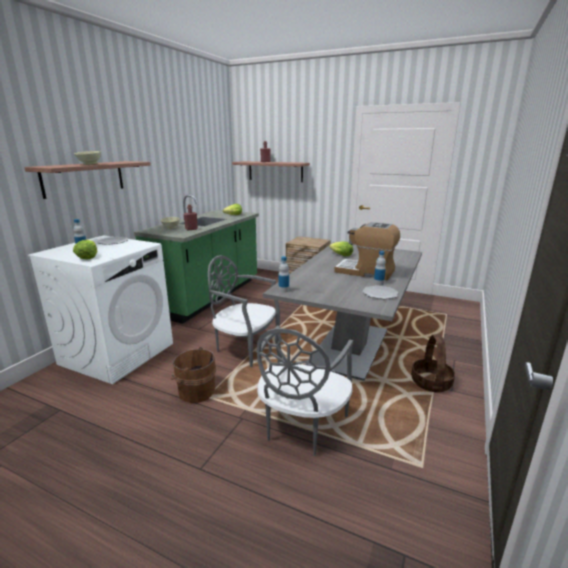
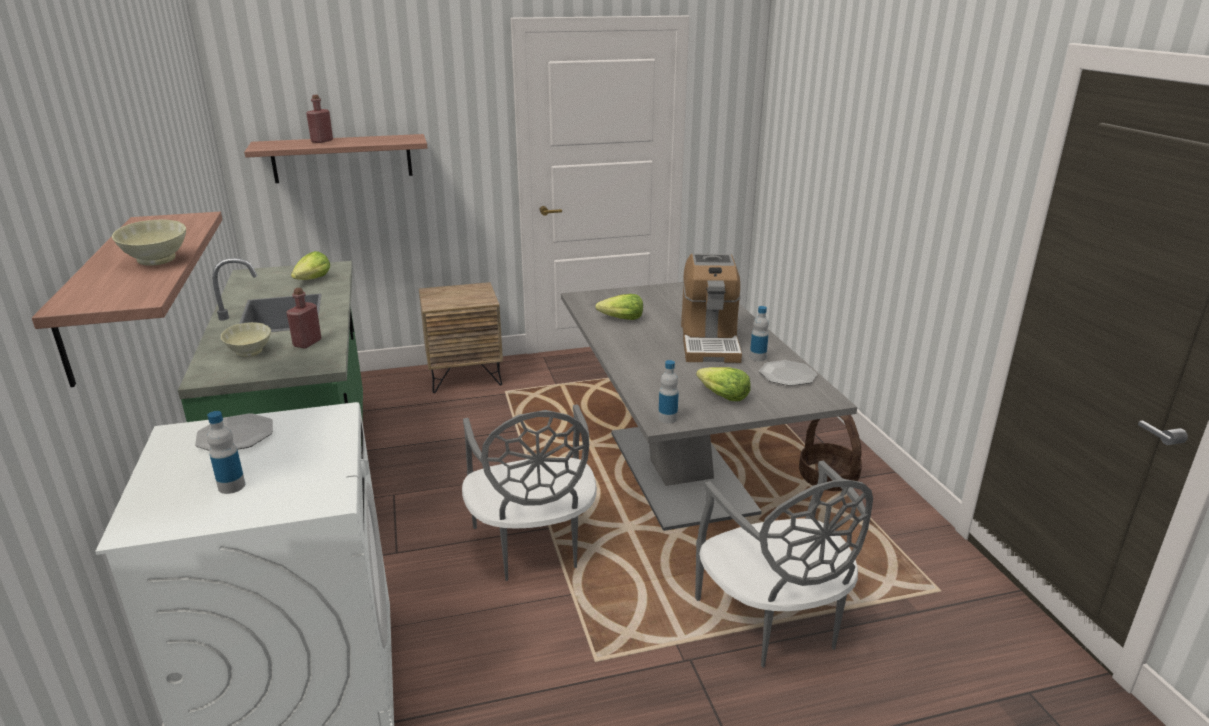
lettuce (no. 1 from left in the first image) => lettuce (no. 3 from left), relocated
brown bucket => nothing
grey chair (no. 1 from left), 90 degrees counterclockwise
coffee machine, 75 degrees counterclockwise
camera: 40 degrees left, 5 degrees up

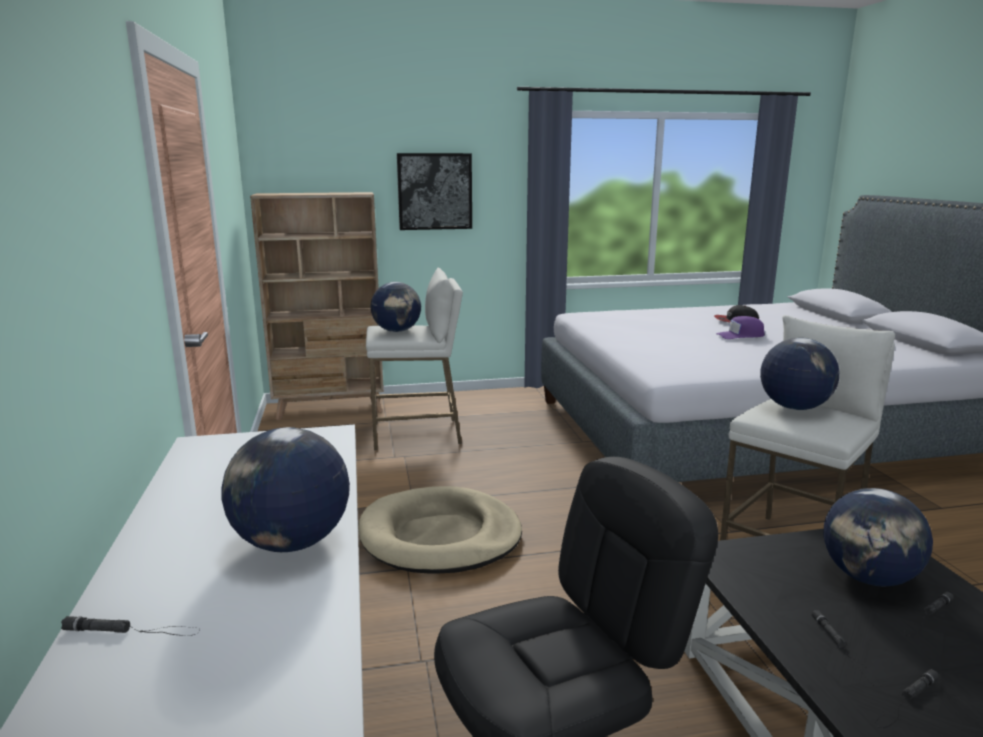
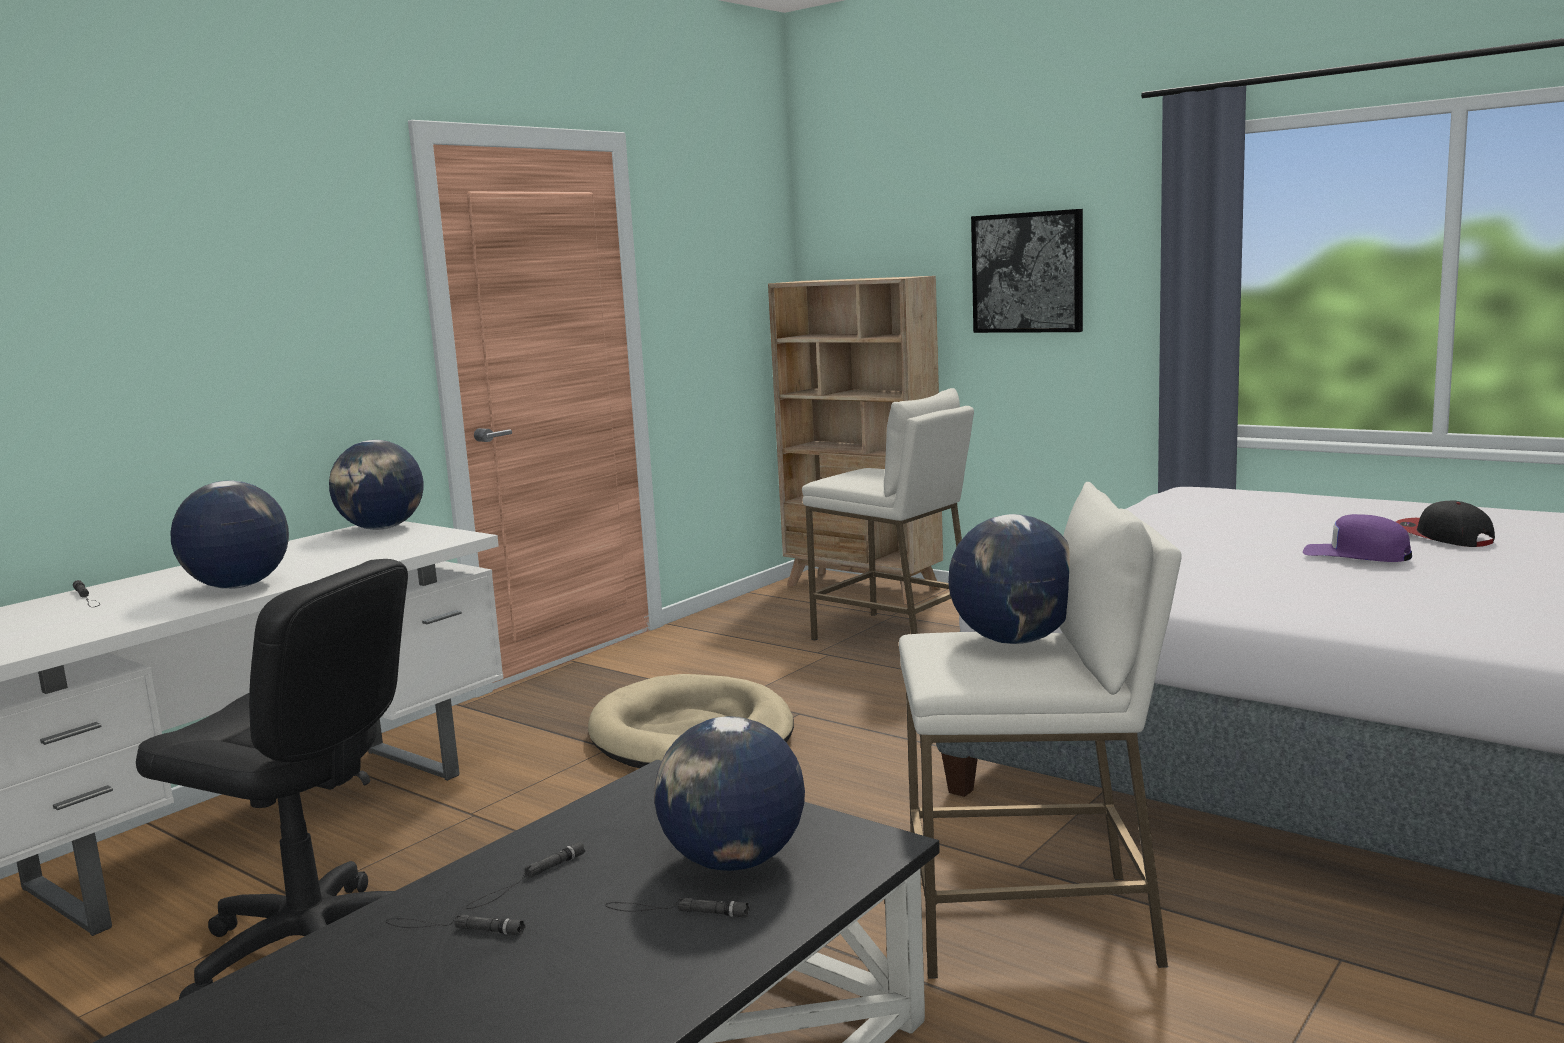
globe (no. 2 from left), relocated
camera: 50 degrees right, 5 degrees down

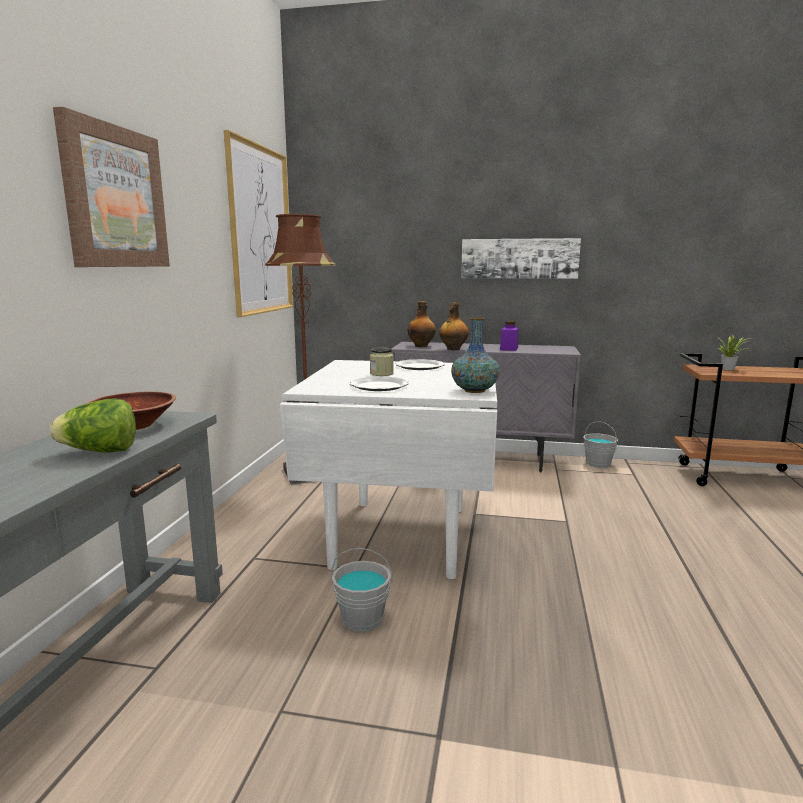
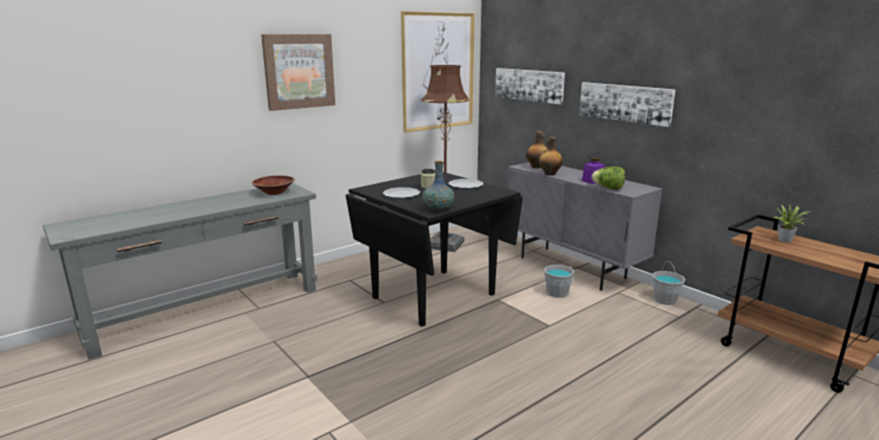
lettuce, relocated
white dining table => black dining table
grey bucket (no. 1 from left), relocated
nothing => picture (no. 3 from left)
camera: 40 degrees right, 5 degrees up

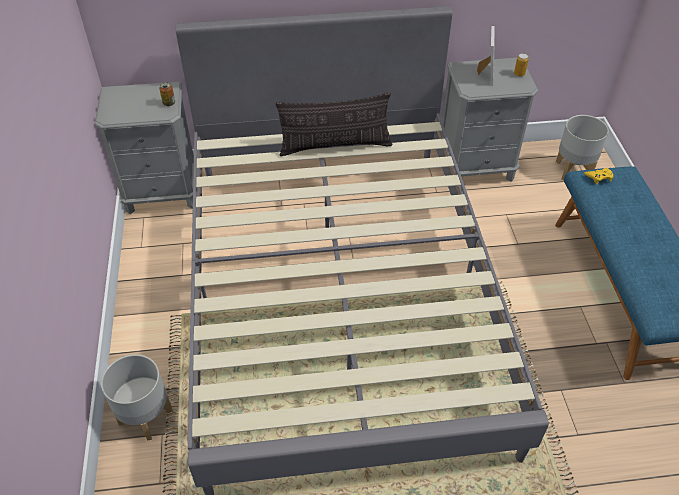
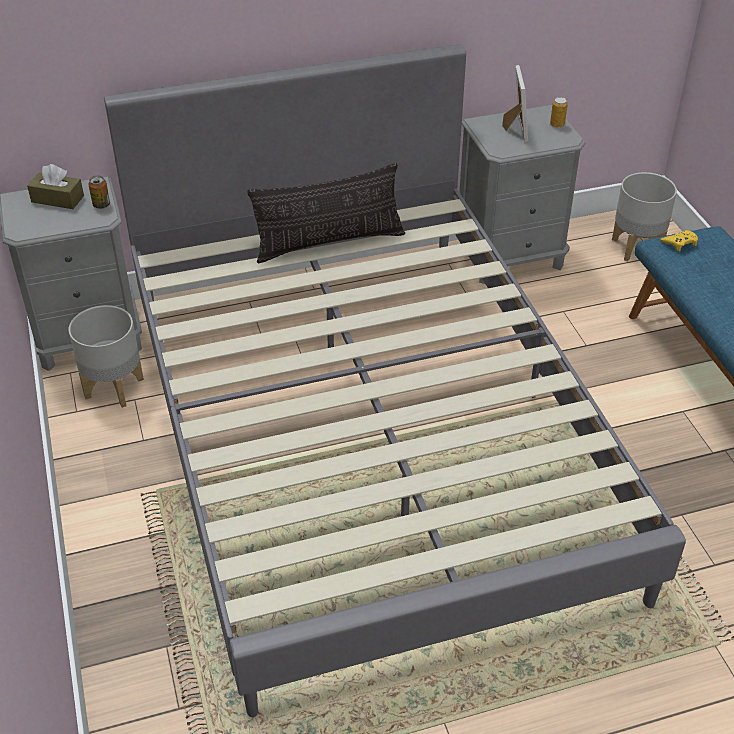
grey planter (no. 1 from left), relocated
nothing => brown tissue box
camera: 10 degrees left, 5 degrees down

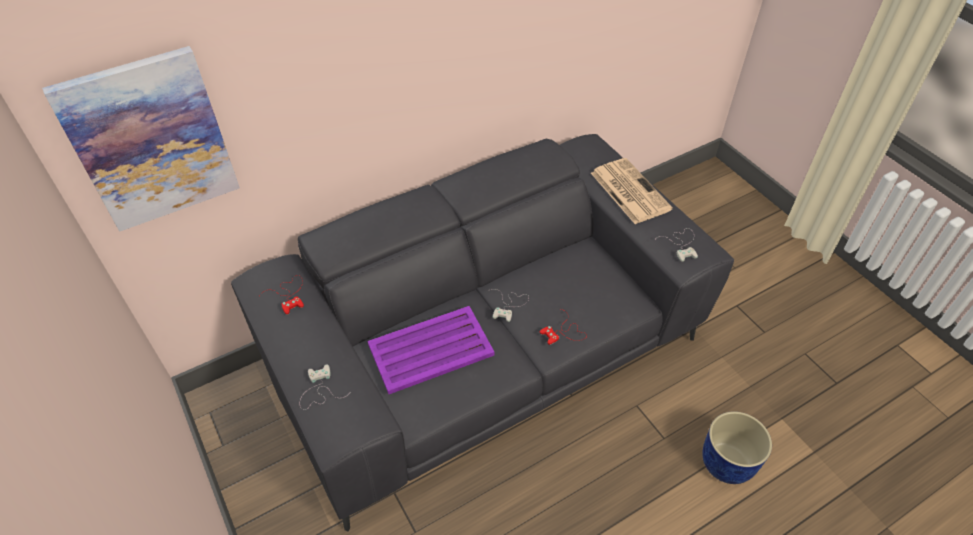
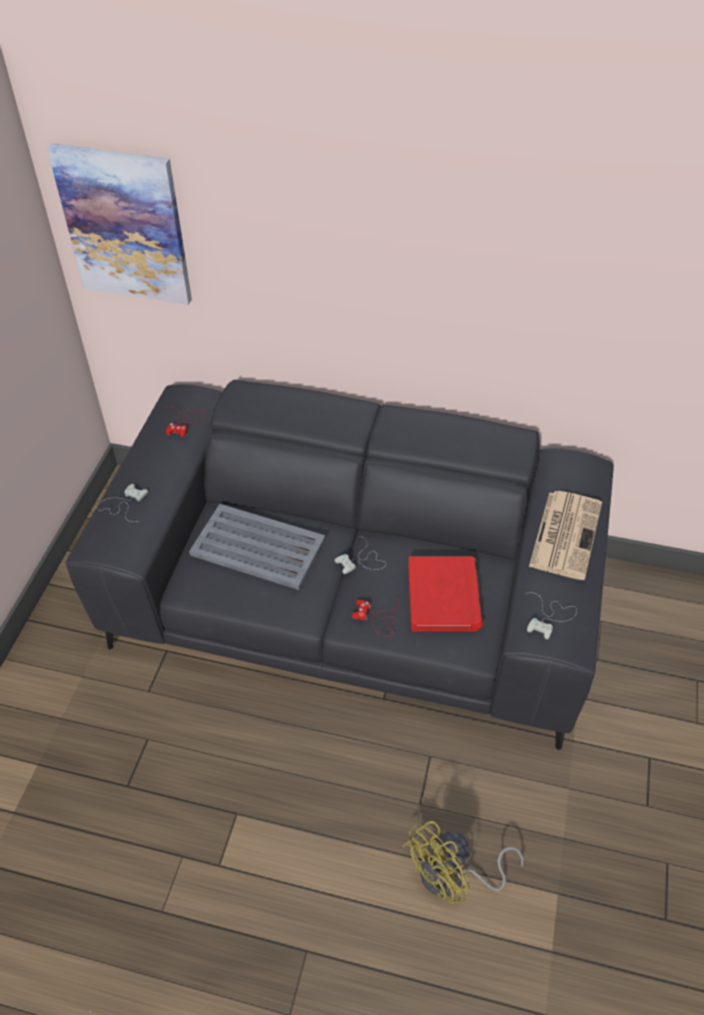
purple tray => grey tray
blue planter => yellow fan
nothing => red book
camera: 45 degrees right, 0 degrees up

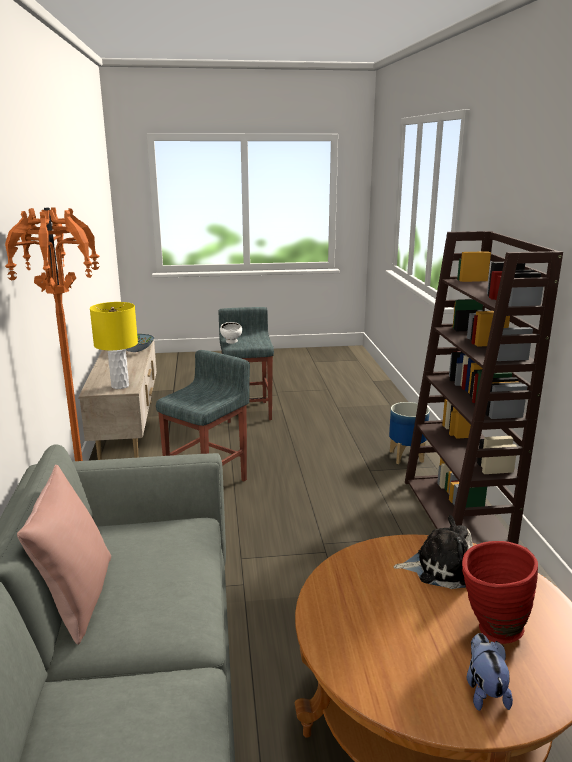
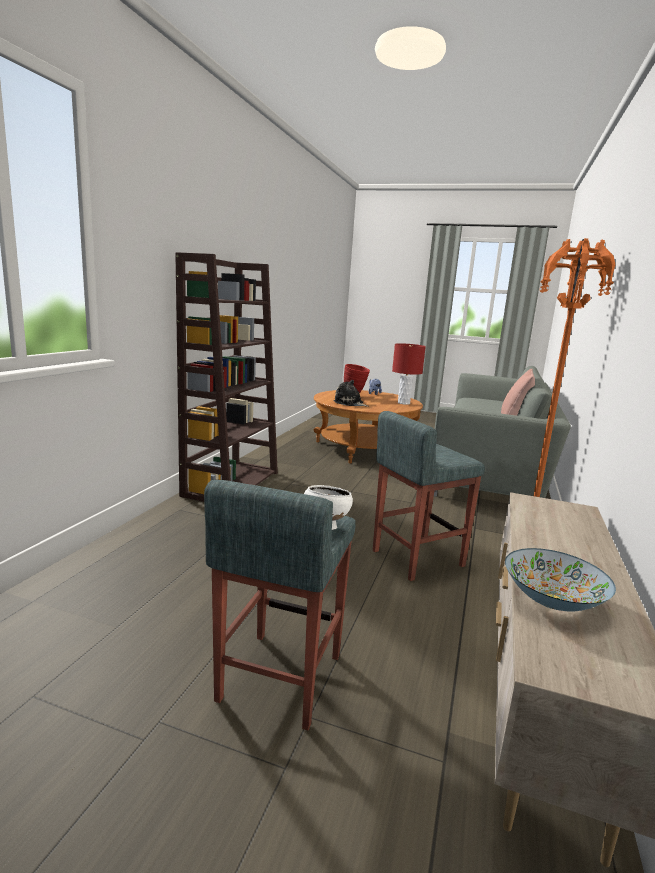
yellow table lamp => nothing
planter => nothing
nothing => red table lamp
camera: 155 degrees left, 5 degrees down

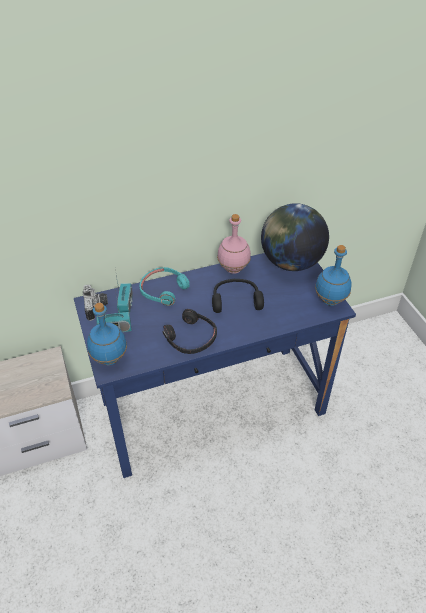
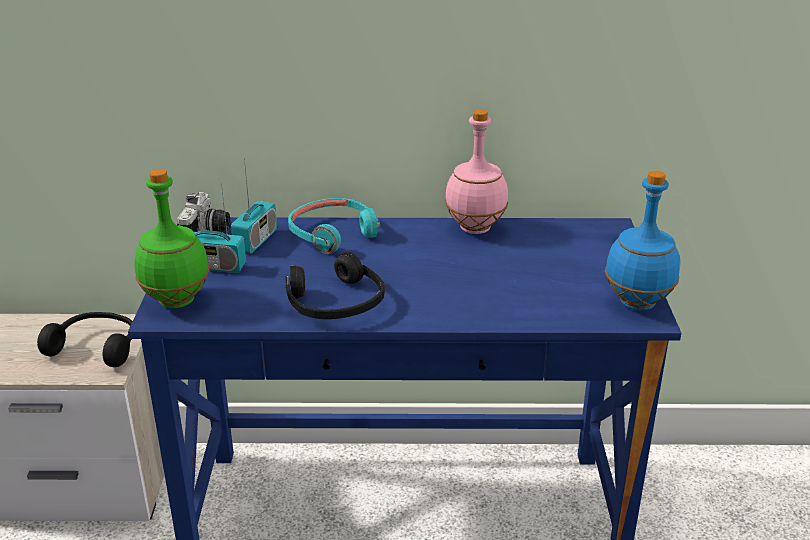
blue bottle (no. 1 from left) => green bottle
black headphones (no. 2 from left in the first image) => black headphones (no. 1 from left), relocated
globe => nothing
camera: 20 degrees right, 15 degrees down

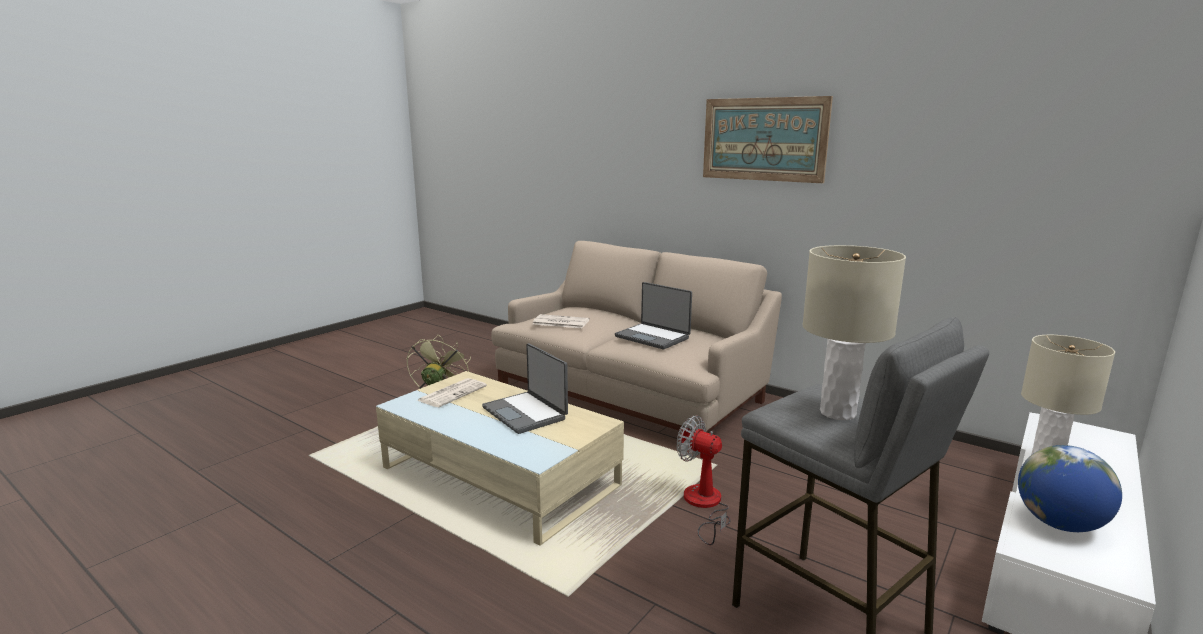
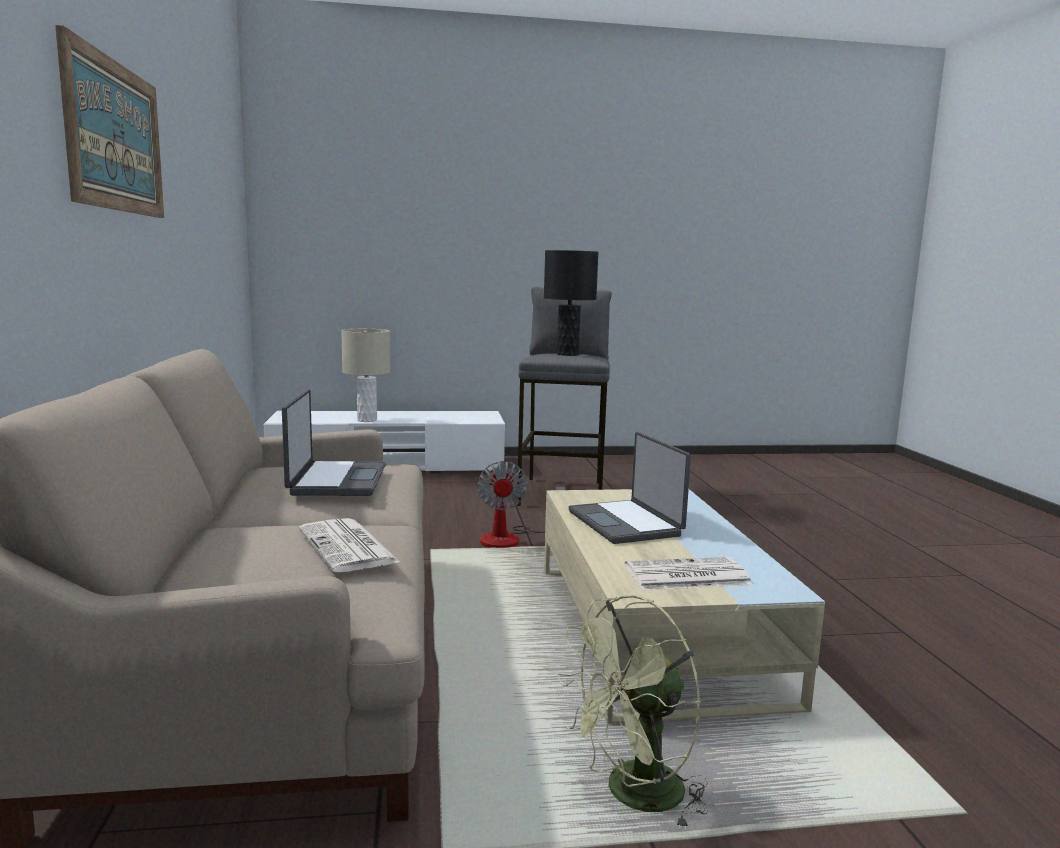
laptop (no. 1 from left in the first image) => laptop (no. 2 from left), 150 degrees clockwise
beige table lamp (no. 1 from left) => black table lamp
globe => nothing
camera: 135 degrees left, 5 degrees down

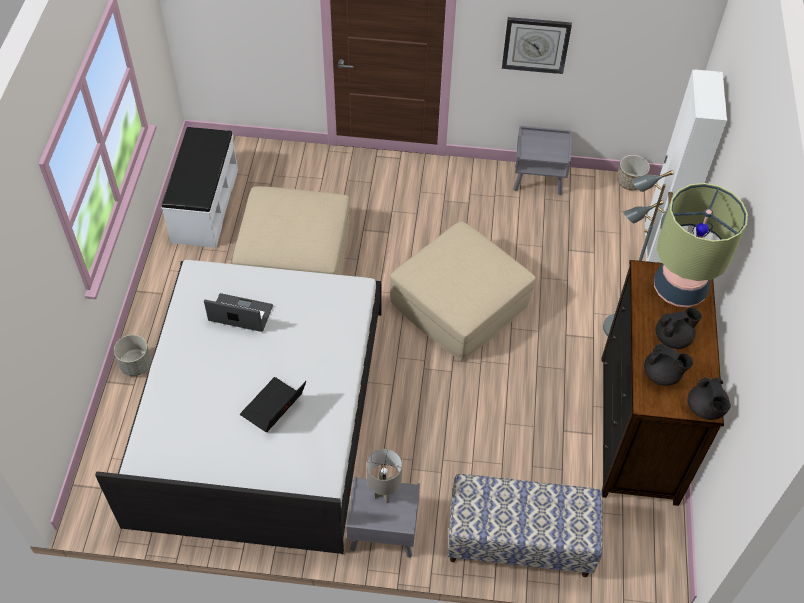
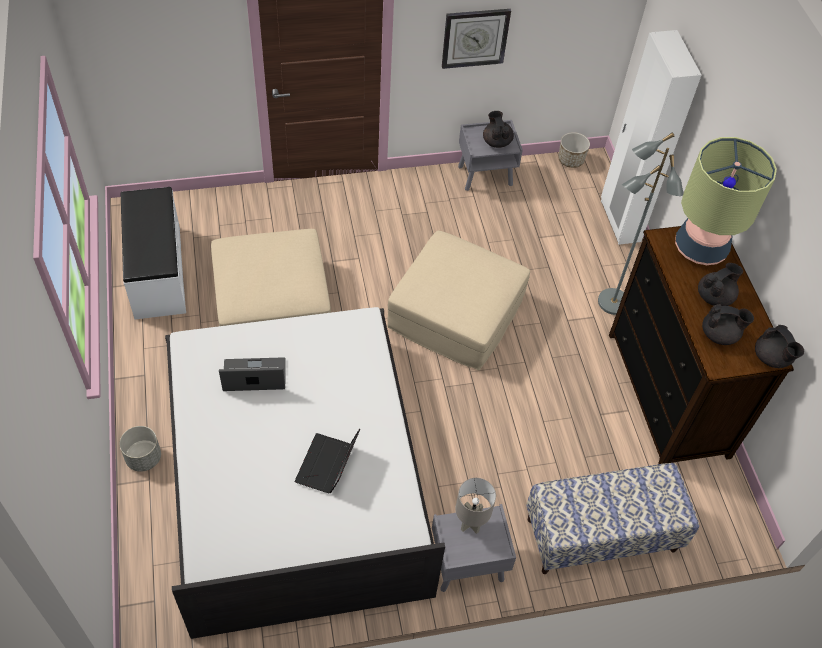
nothing => black teapot (no. 1 from left)
camera: 20 degrees left, 0 degrees up

